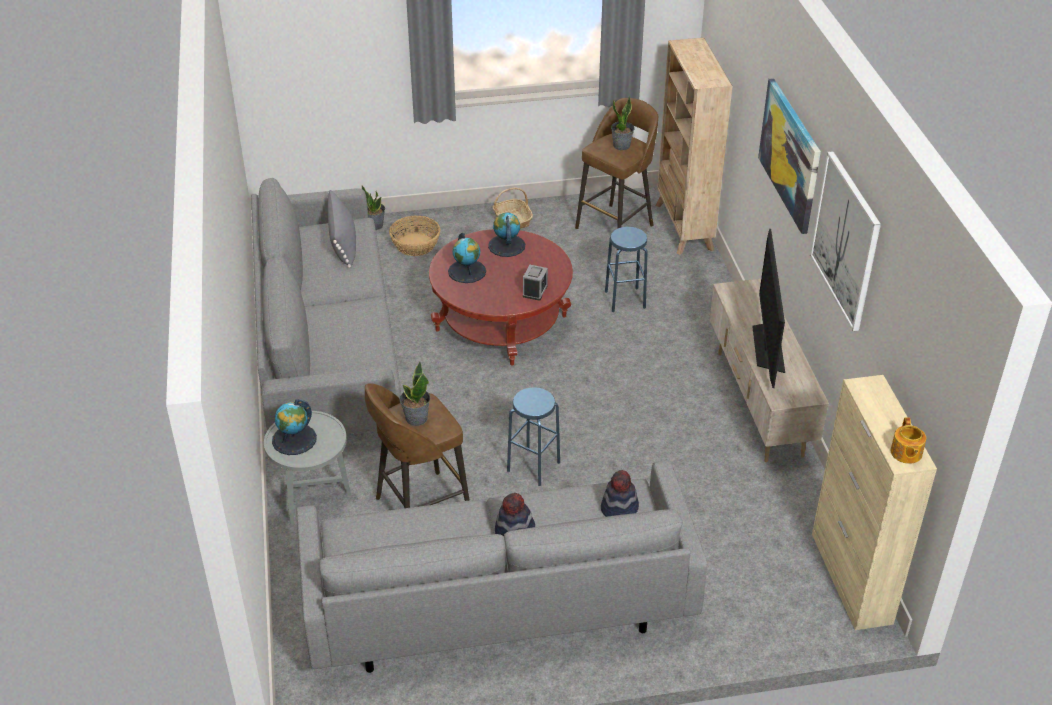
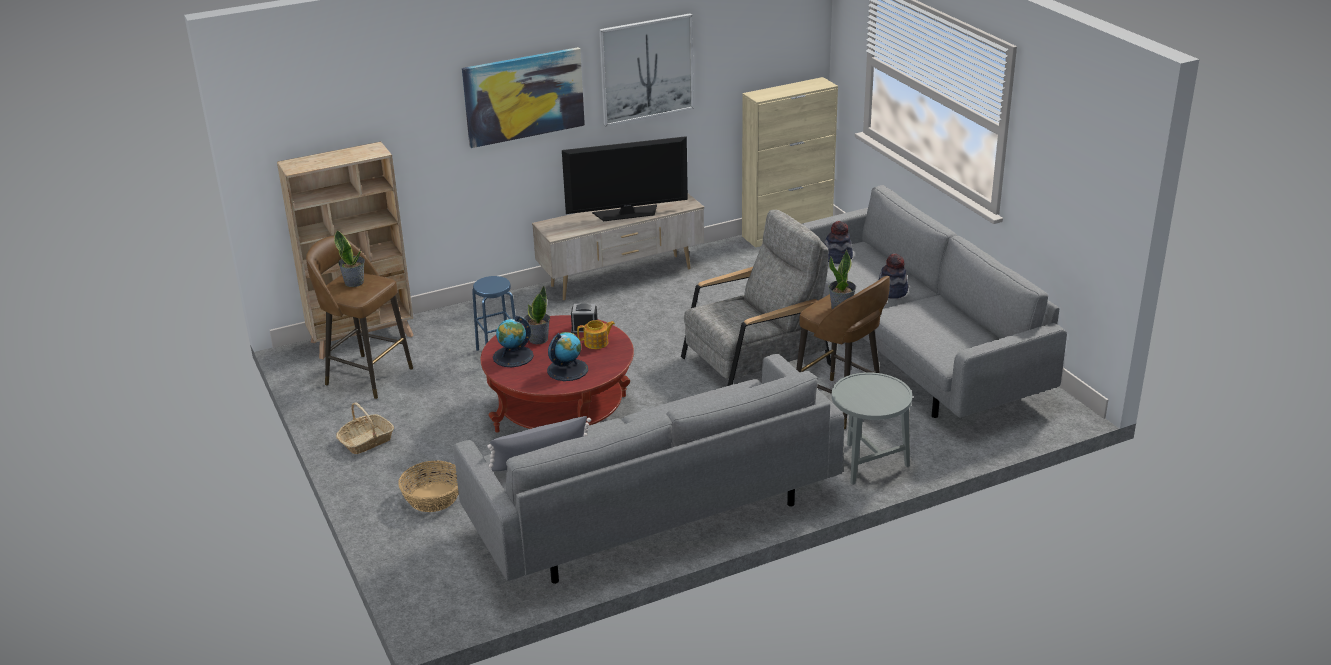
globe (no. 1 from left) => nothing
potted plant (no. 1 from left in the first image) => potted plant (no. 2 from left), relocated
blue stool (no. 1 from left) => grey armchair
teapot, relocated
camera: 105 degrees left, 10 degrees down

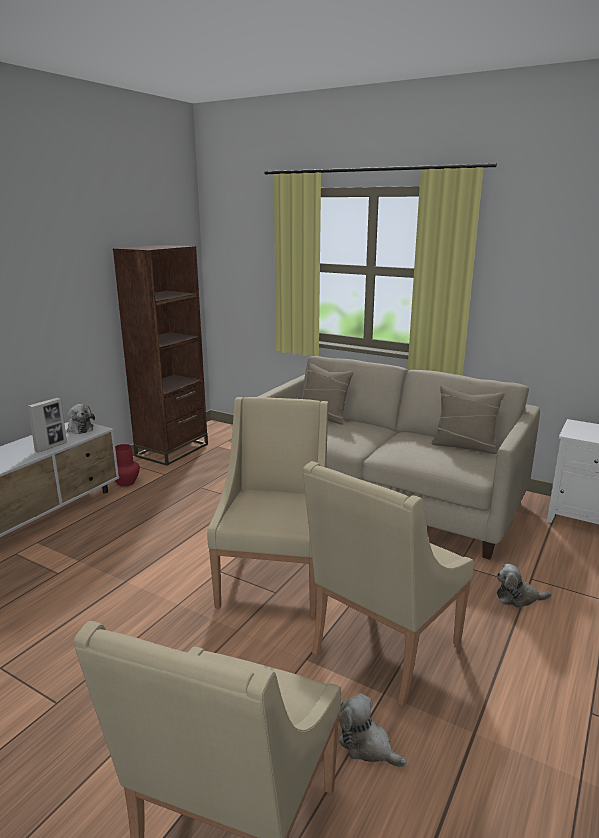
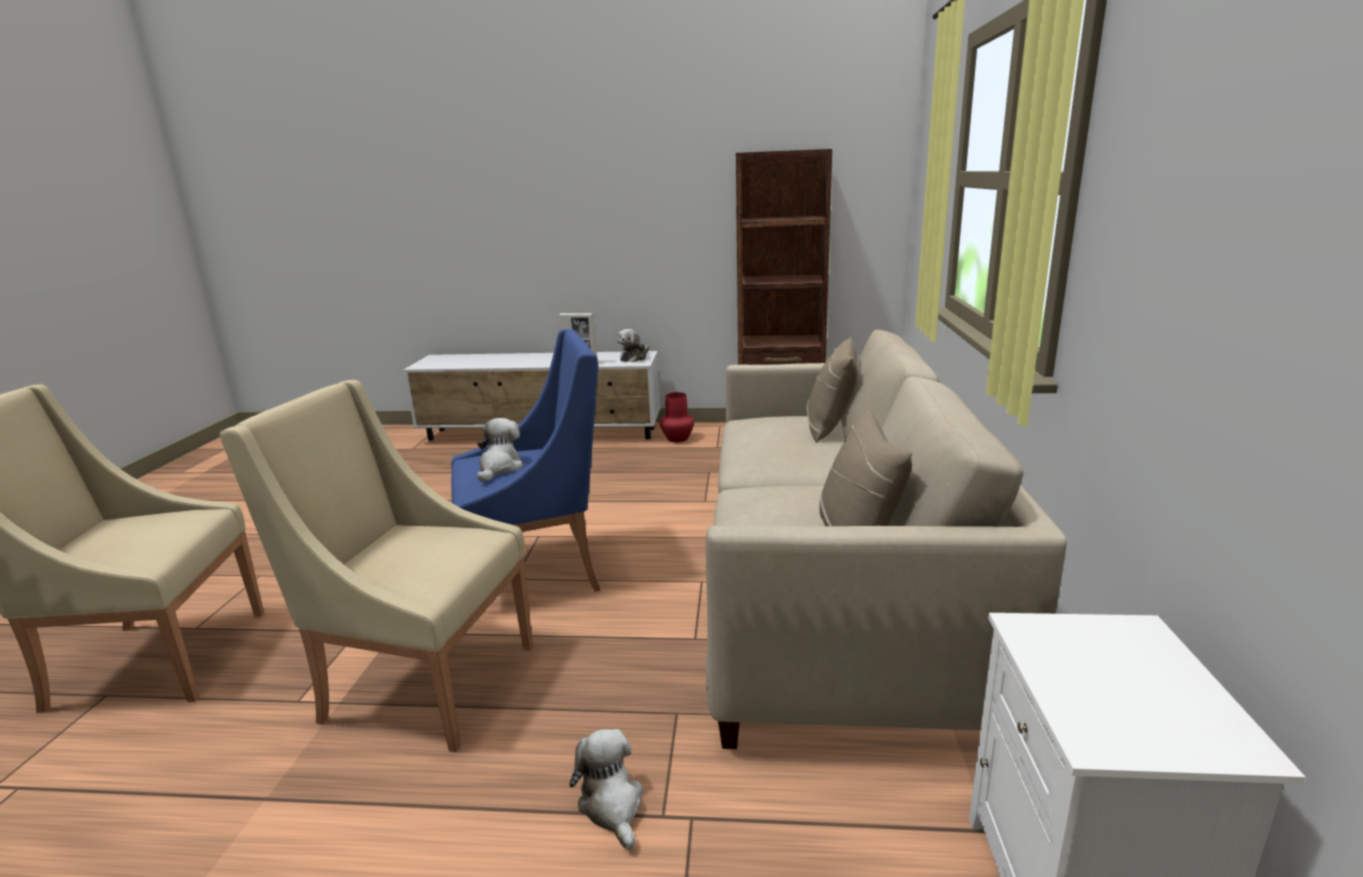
beige armchair (no. 2 from left) => blue armchair
plush toy (no. 2 from left in the first image) => plush toy (no. 1 from left), relocated
camera: 65 degrees right, 0 degrees up

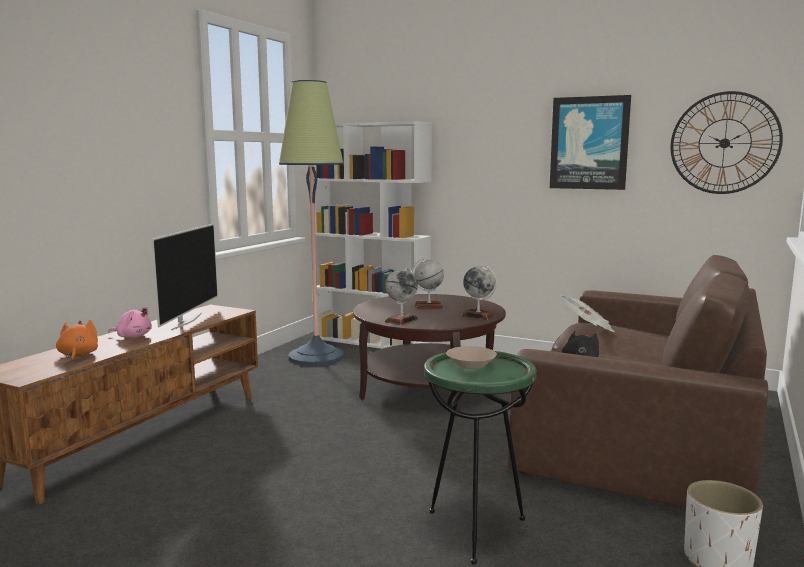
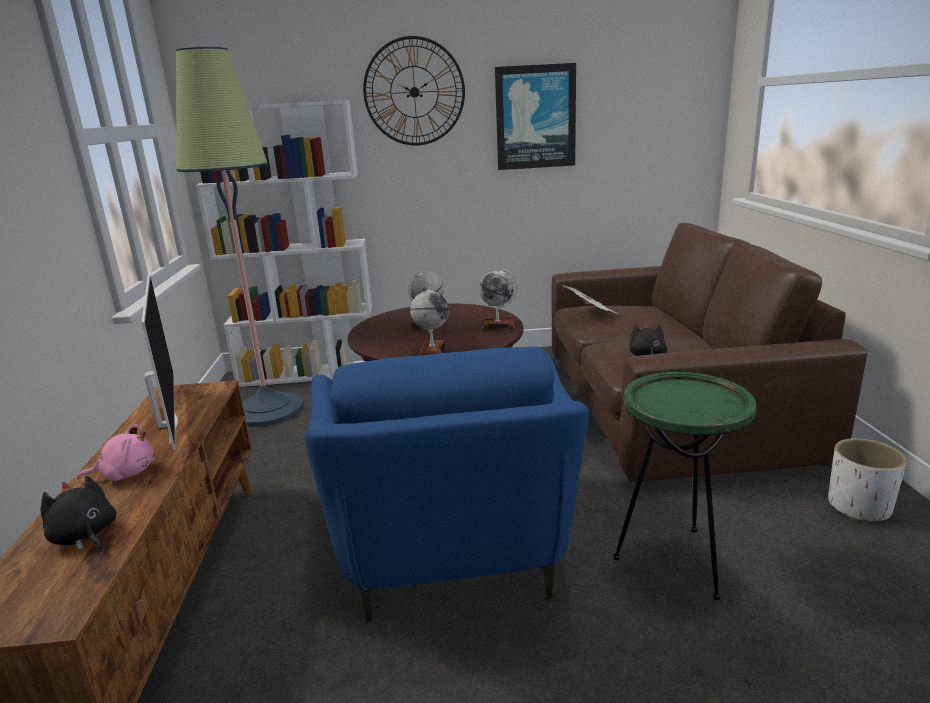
orange plush toy => black plush toy (no. 1 from left)
beige bowl => nothing
wall clock, relocated
nothing => blue armchair
camera: 30 degrees left, 10 degrees up

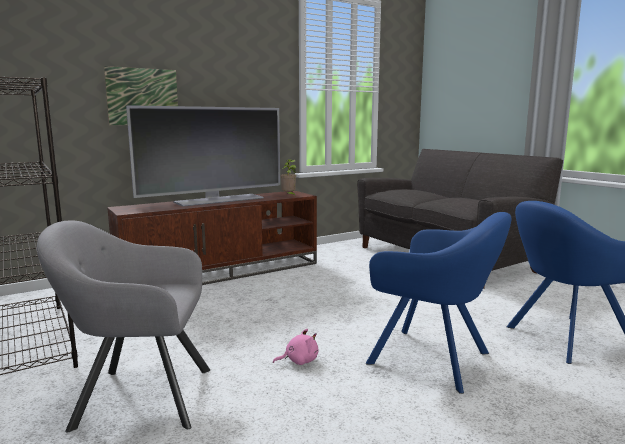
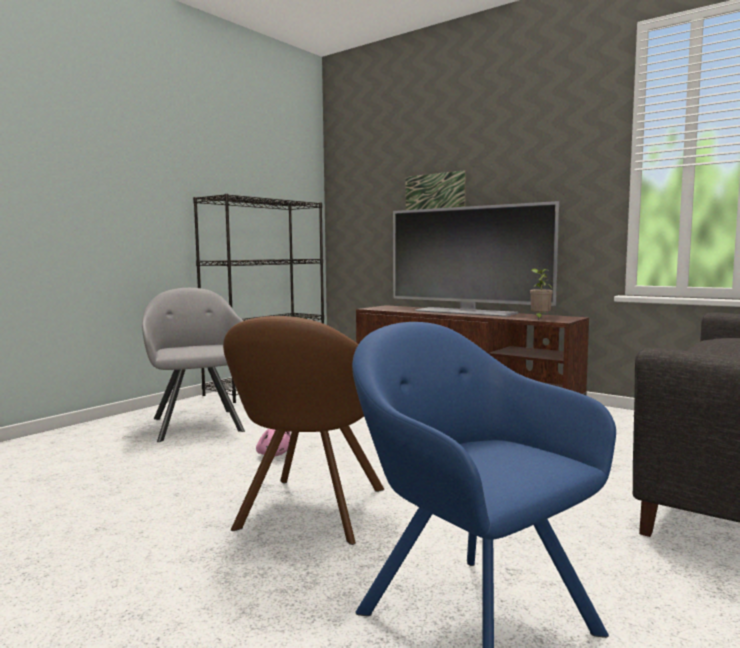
blue armchair (no. 1 from left) => brown armchair
camera: 70 degrees right, 5 degrees down

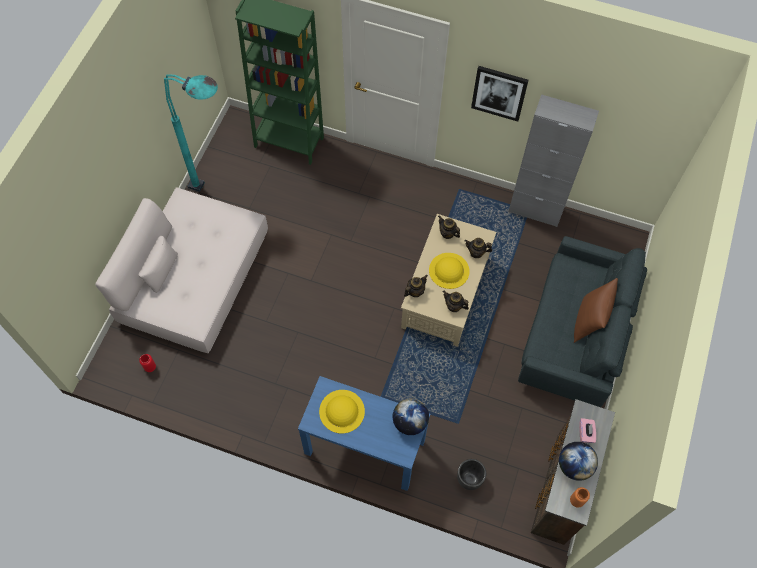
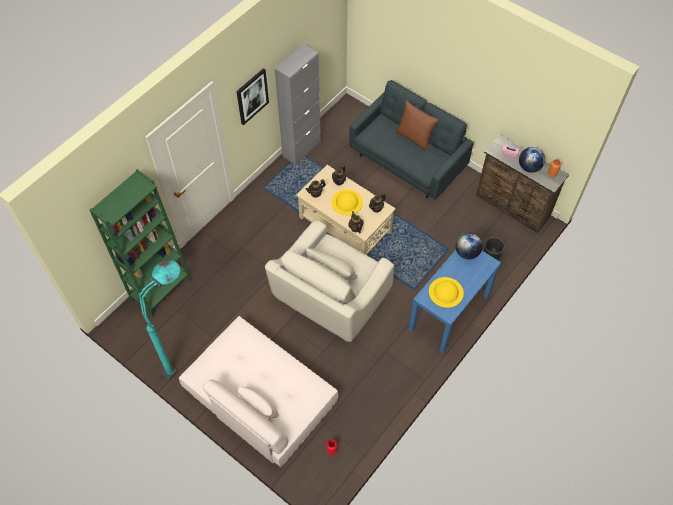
nothing => beige armchair
camera: 70 degrees left, 5 degrees down

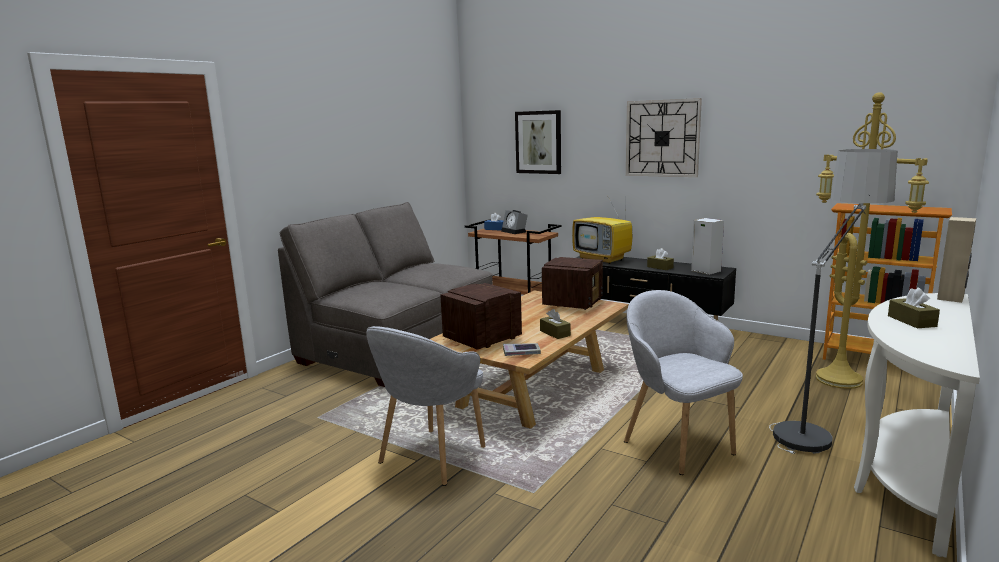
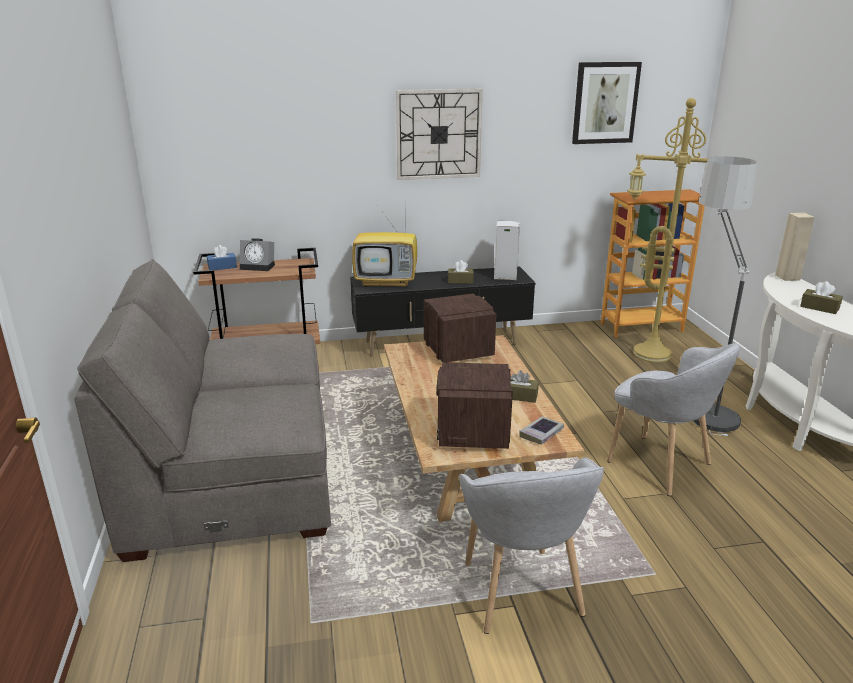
picture, relocated
grey armchair (no. 2 from left), 150 degrees counterclockwise
camera: 45 degrees left, 10 degrees up

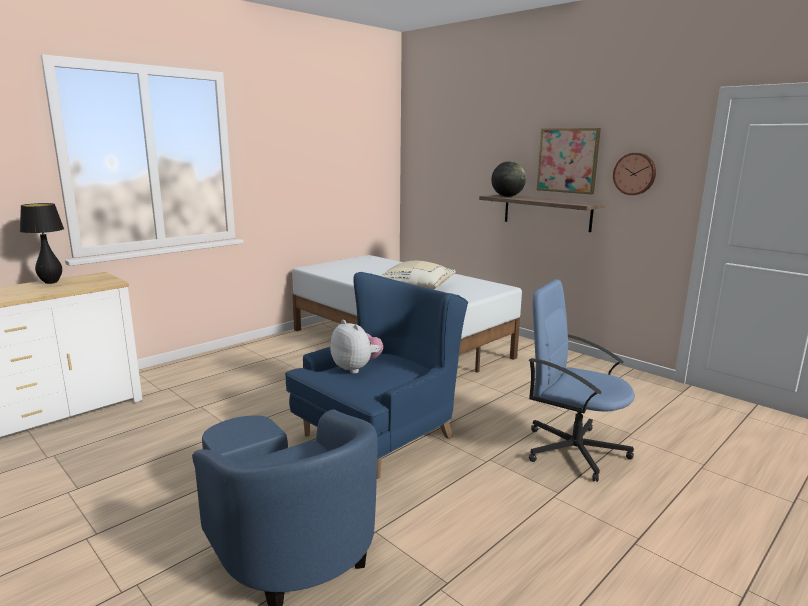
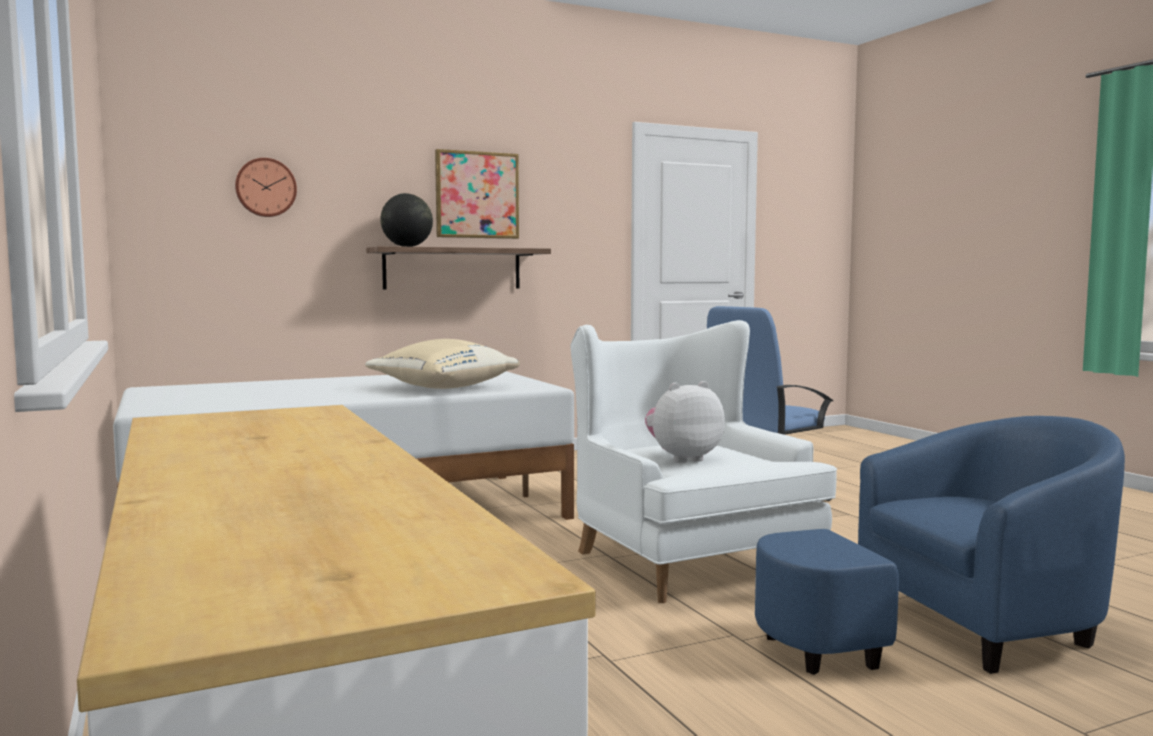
black table lamp => nothing
blue armchair (no. 2 from left) => white armchair
wall clock, relocated
camera: 70 degrees left, 10 degrees down

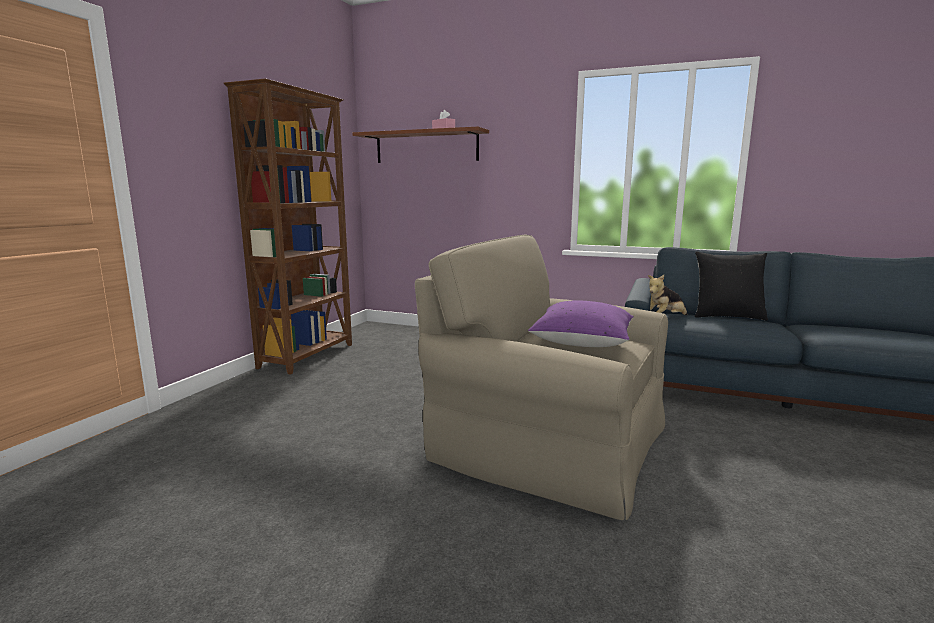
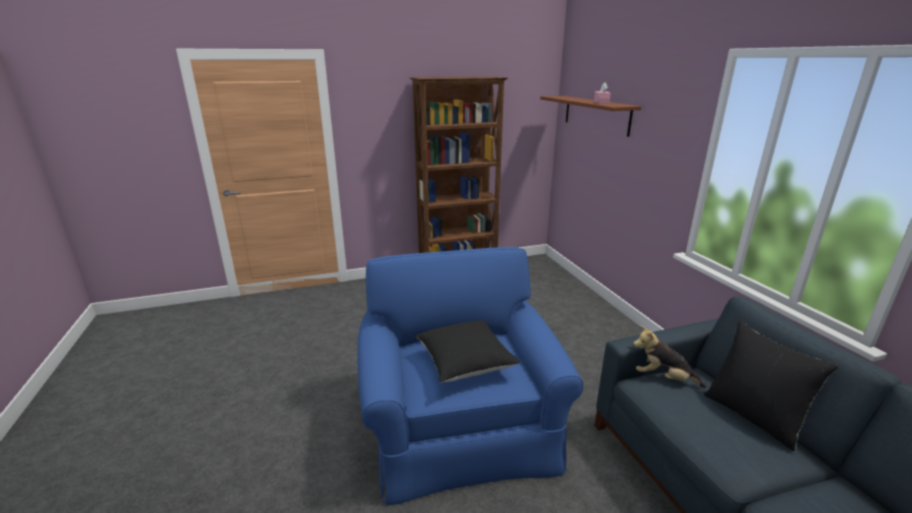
beige armchair => blue armchair
purple pillow => black pillow (no. 1 from left)
camera: 50 degrees right, 10 degrees up

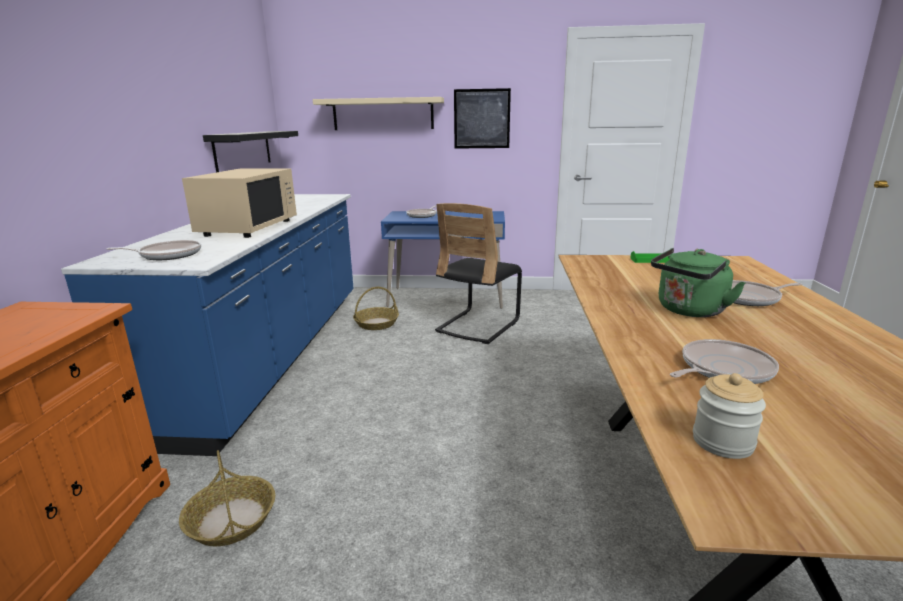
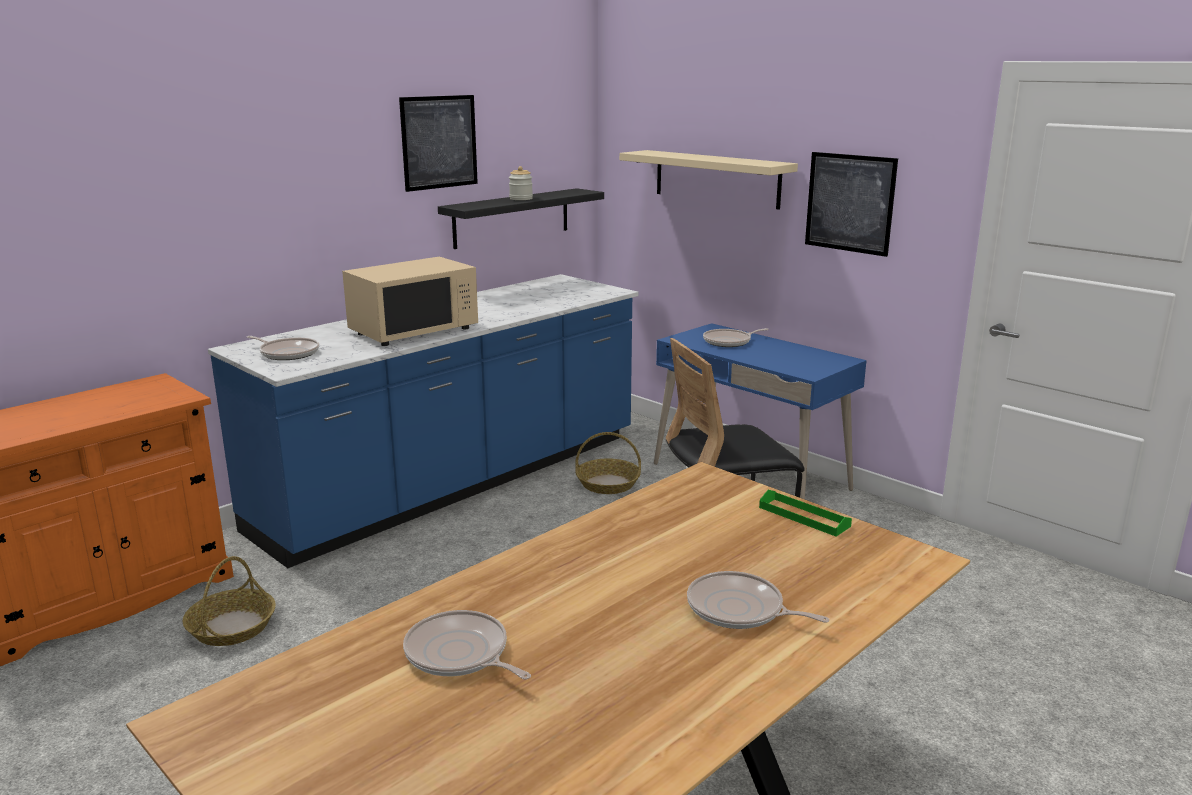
green kettle => nothing
frying pan (no. 3 from left in the first image) => frying pan (no. 2 from left), 150 degrees counterclockwise
jar, relocated
nothing => picture (no. 1 from left)
camera: 40 degrees right, 0 degrees up

